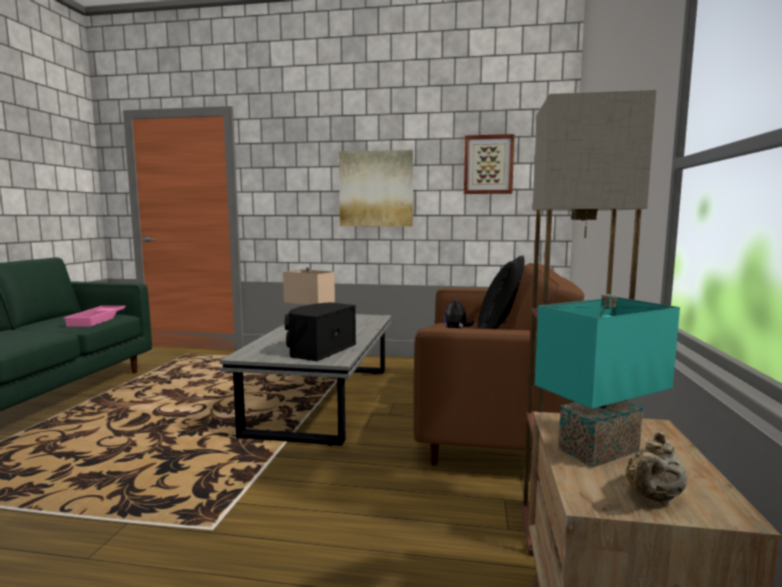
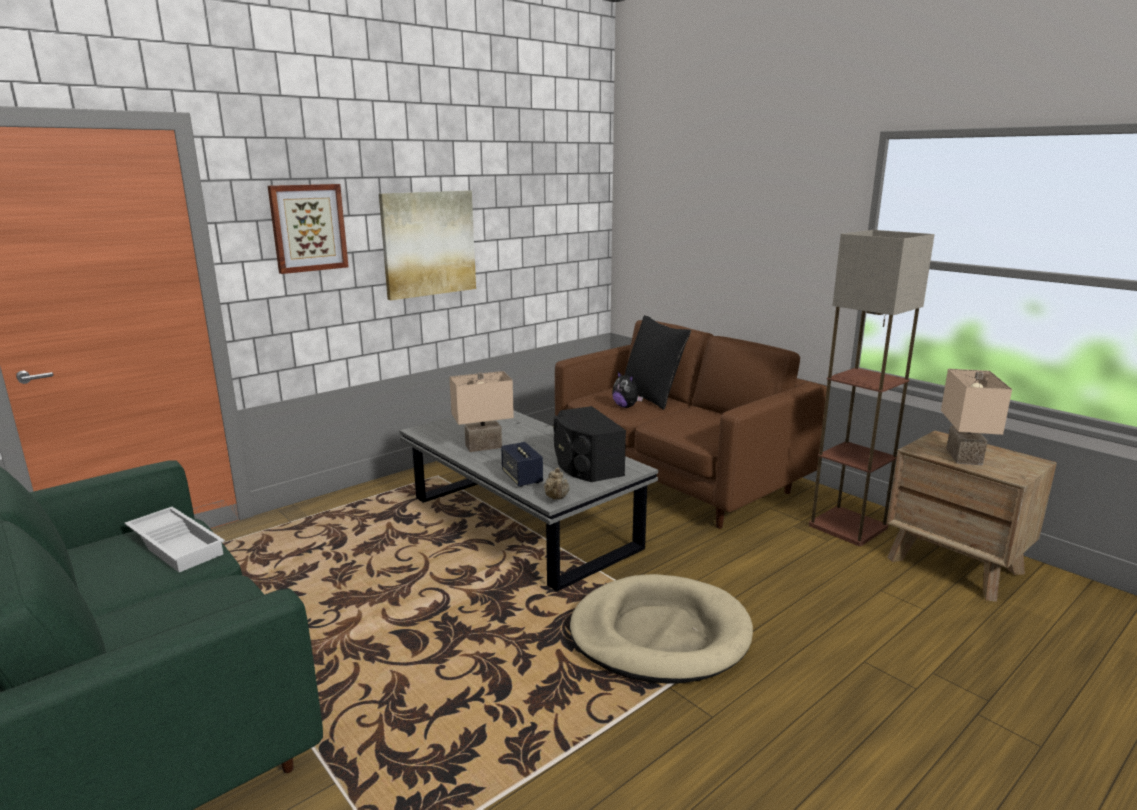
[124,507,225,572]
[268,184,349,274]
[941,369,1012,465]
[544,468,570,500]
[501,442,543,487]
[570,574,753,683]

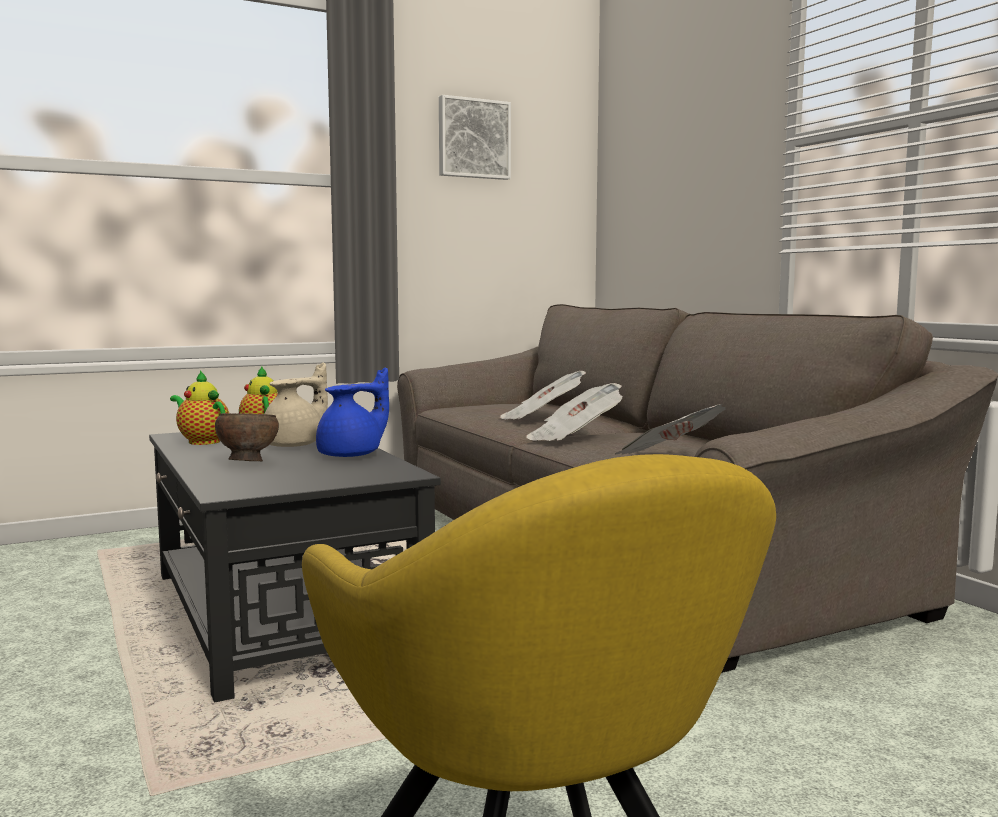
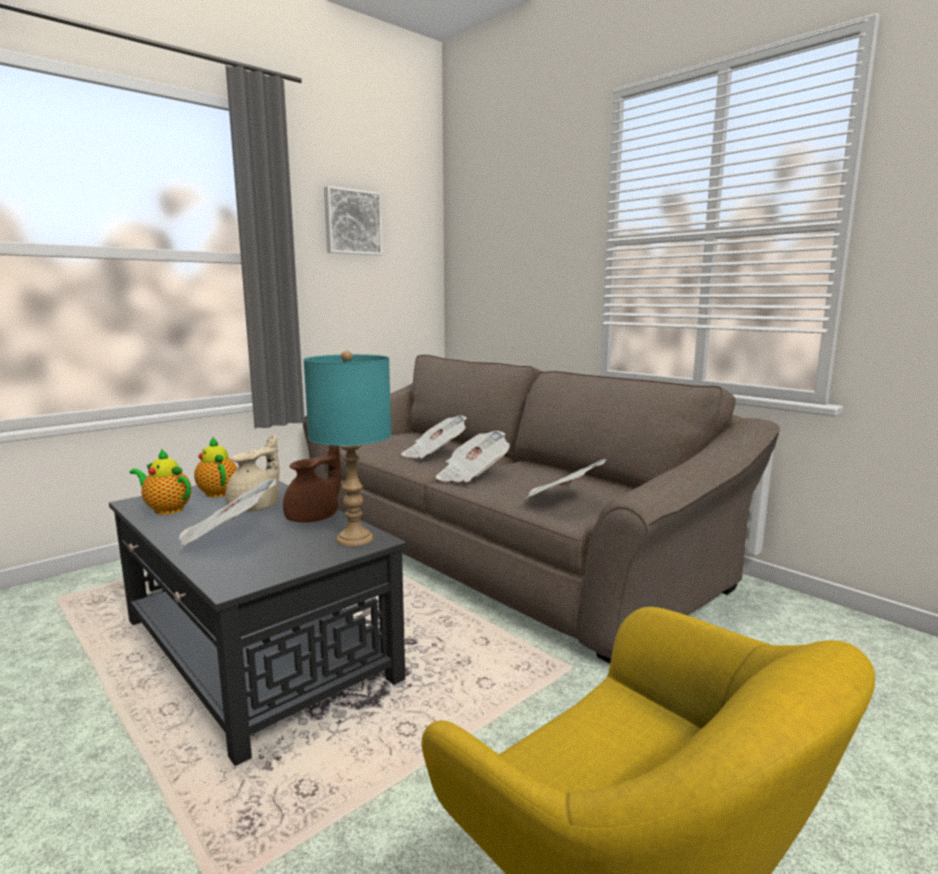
[179,479,276,548]
[283,445,341,522]
[303,350,391,546]

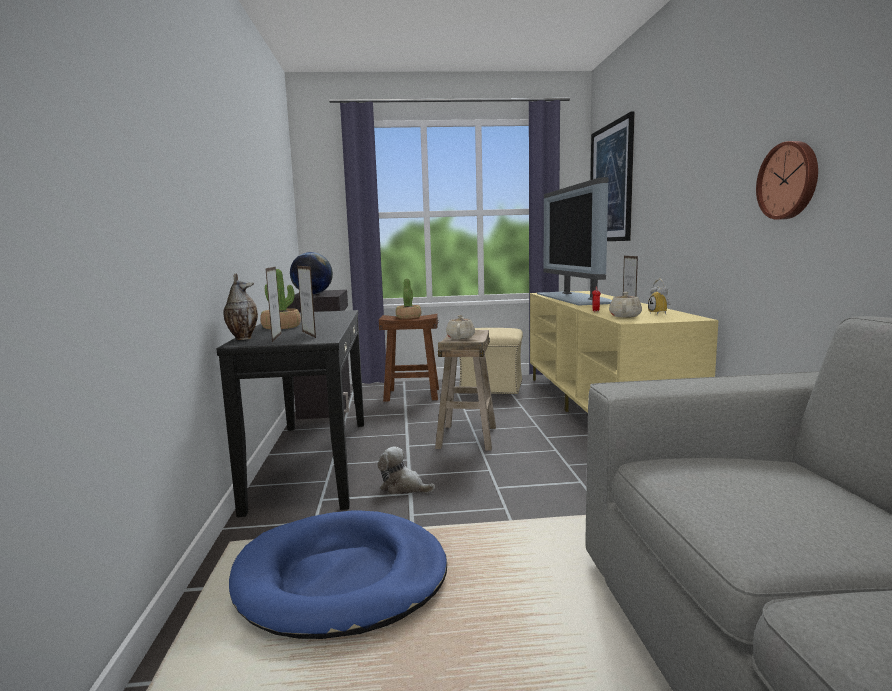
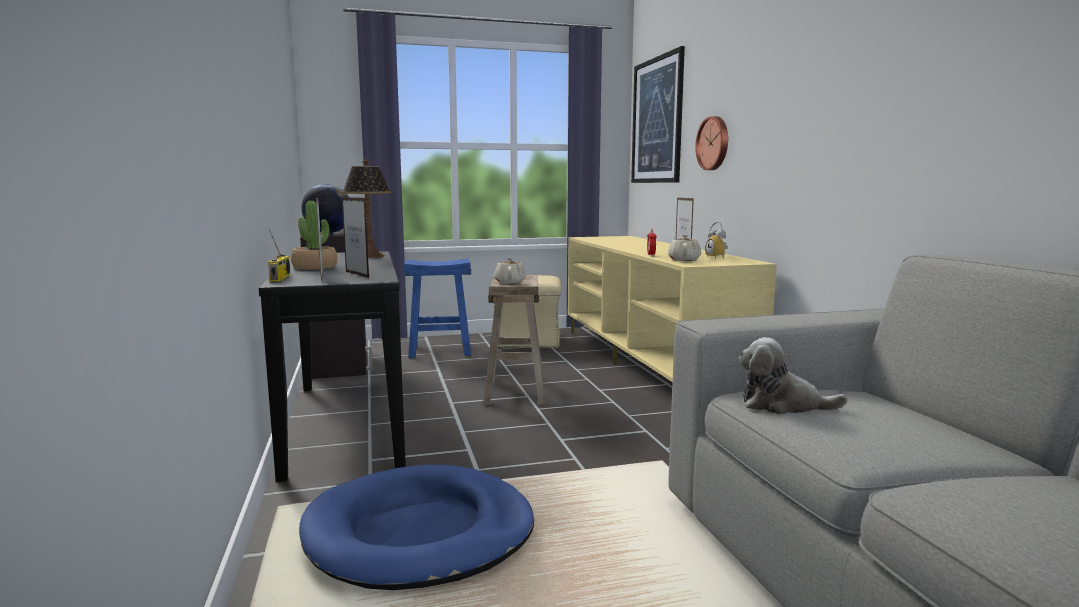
[268,229,290,282]
[739,337,848,414]
[403,258,472,358]
[396,279,421,319] (first image)
[537,177,612,305] (first image)
[695,116,728,170]
[341,159,391,258]

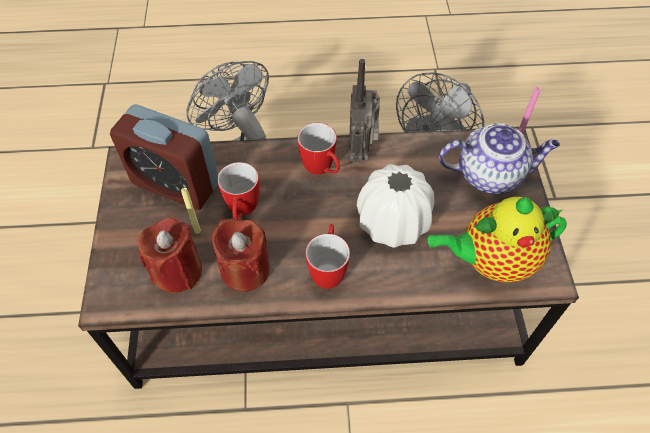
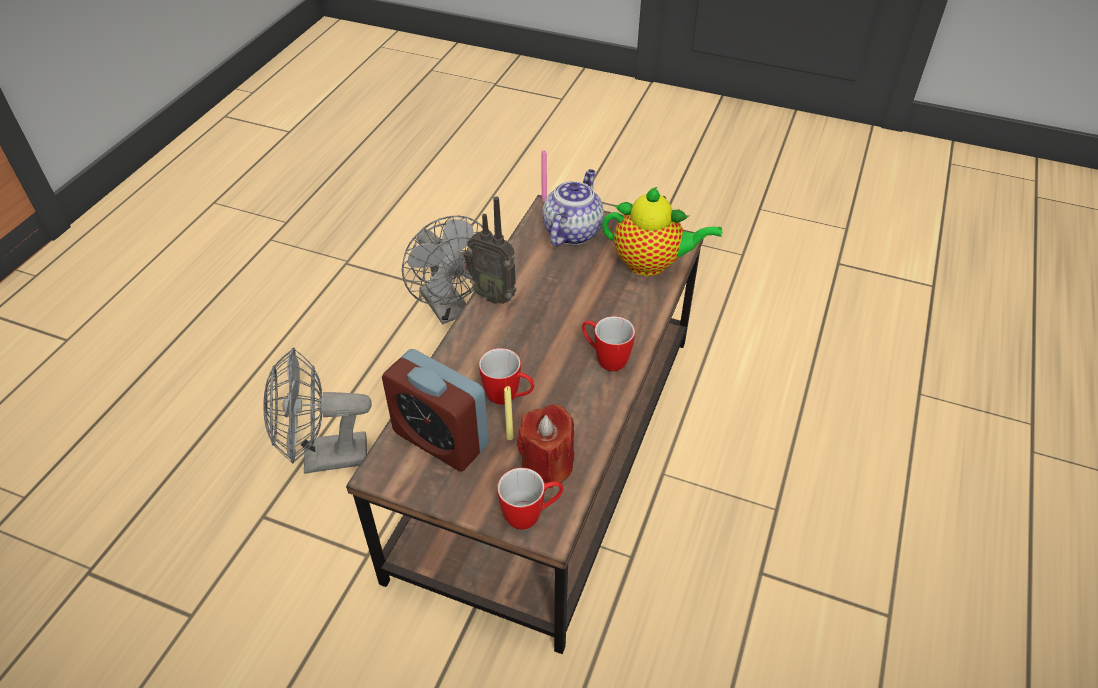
[382,349,489,472]
[211,218,270,292] (first image)
[497,468,563,530]
[357,164,434,248] (first image)
[602,187,722,276]

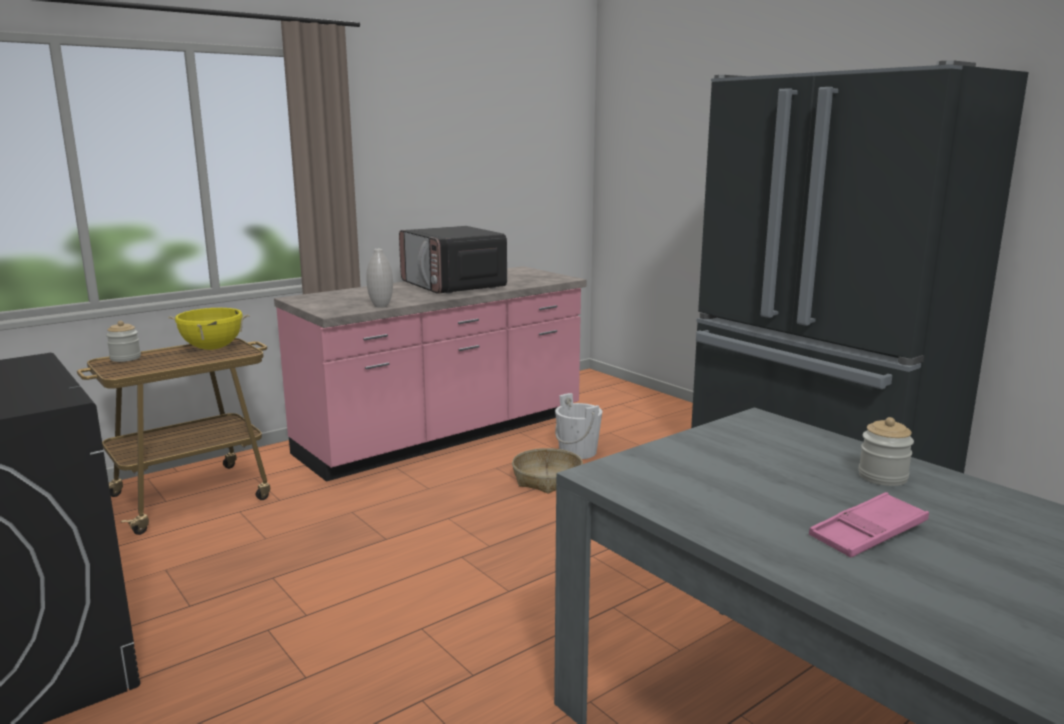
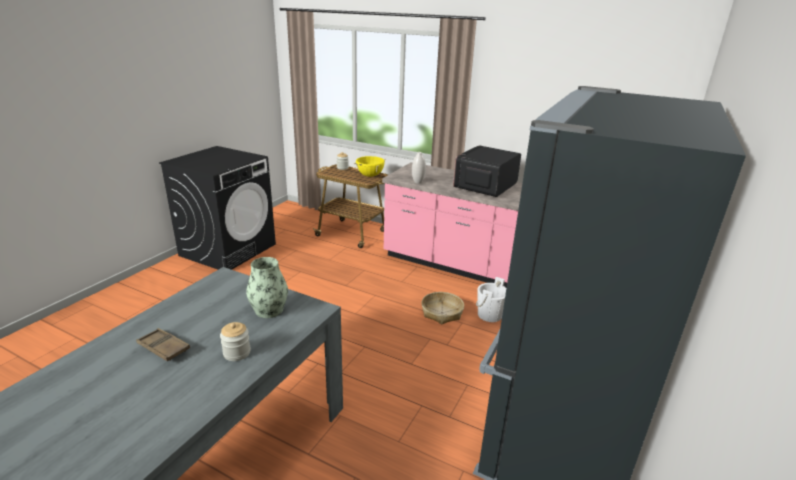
[136,328,190,361]
[246,257,288,318]

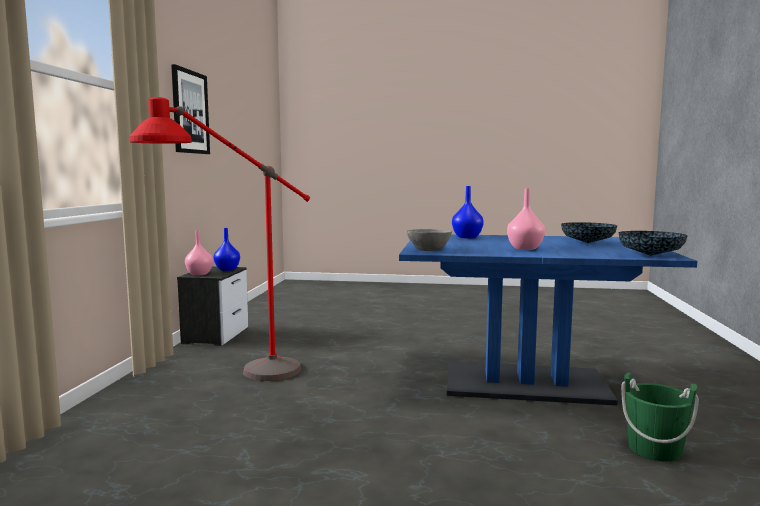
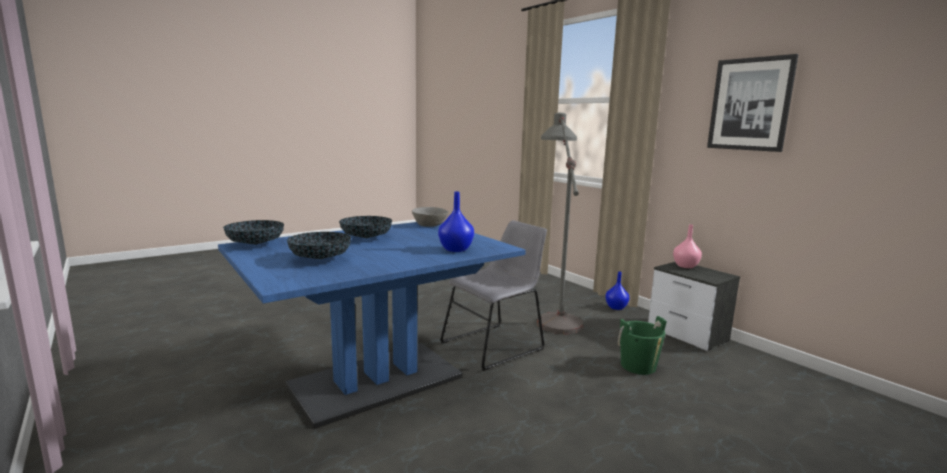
[537,113,583,334]
[605,271,629,310]
[339,216,392,238]
[618,316,667,375]
[440,220,547,371]

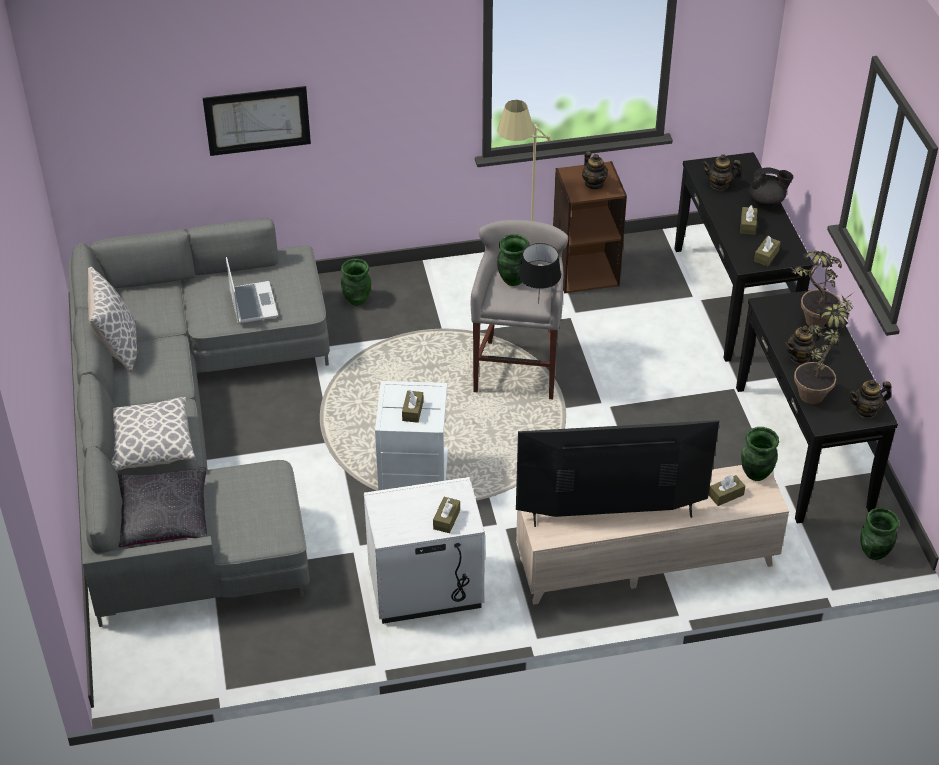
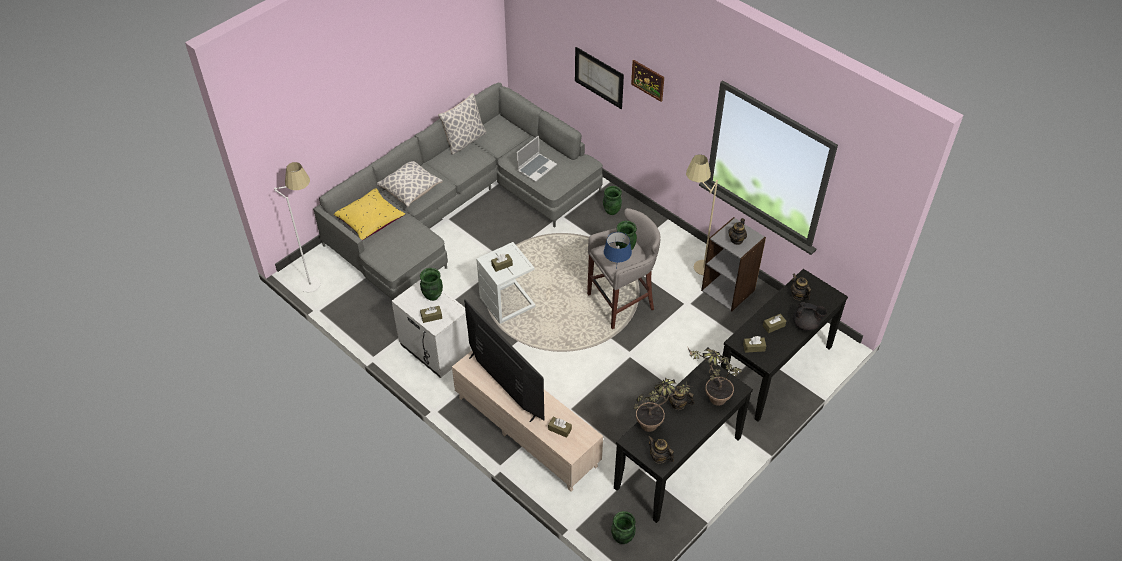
[334,188,405,240]
[604,232,632,263]
[701,217,766,311]
[420,268,443,301]
[793,302,827,331]
[274,162,321,292]
[631,60,664,102]

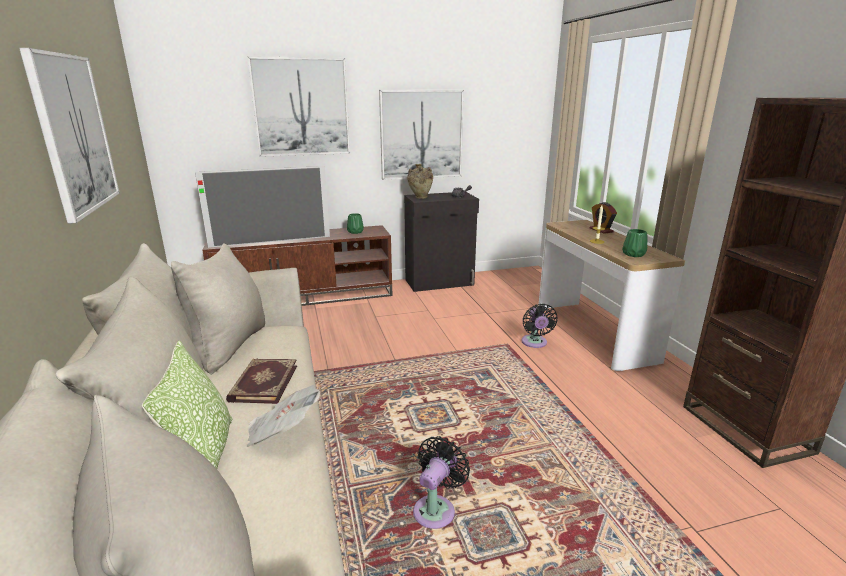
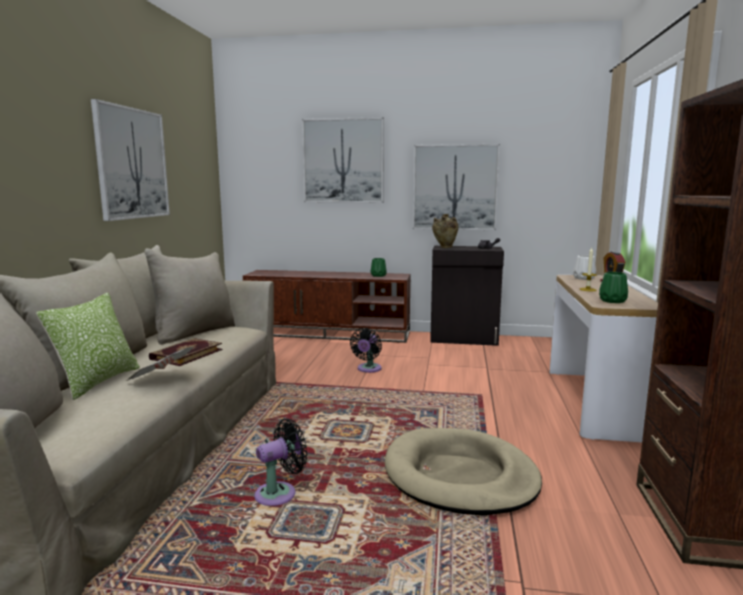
[195,166,330,248] (first image)
[350,328,382,373]
[385,428,542,515]
[573,255,596,280]

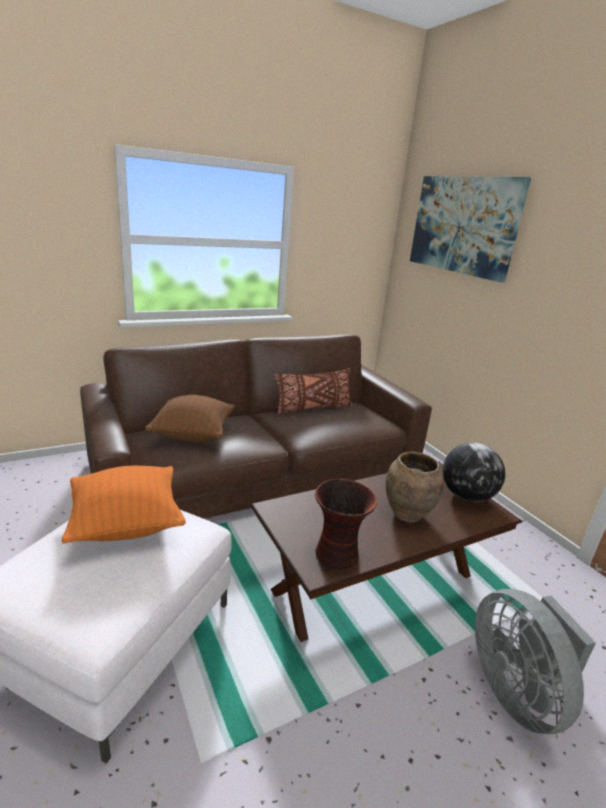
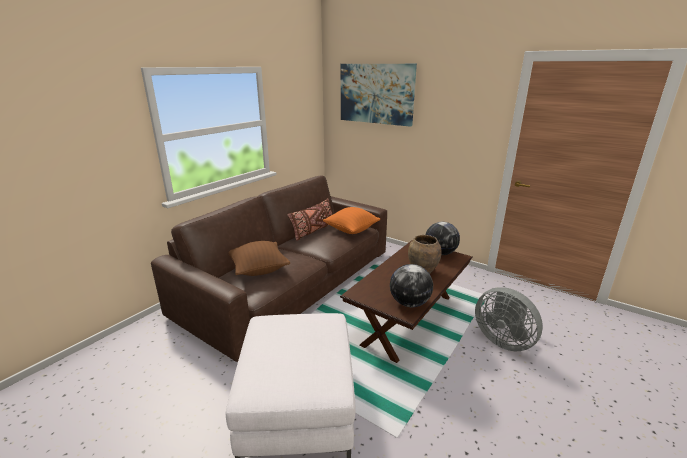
[323,207,380,234]
[390,264,433,307]

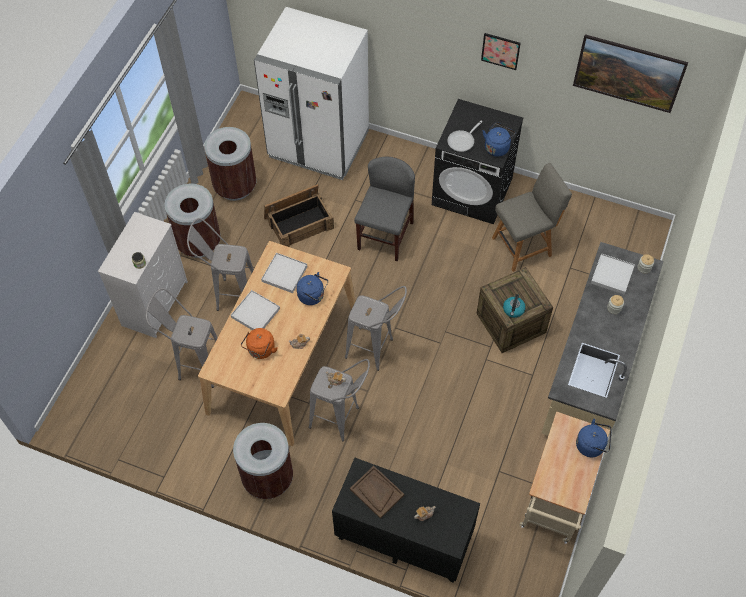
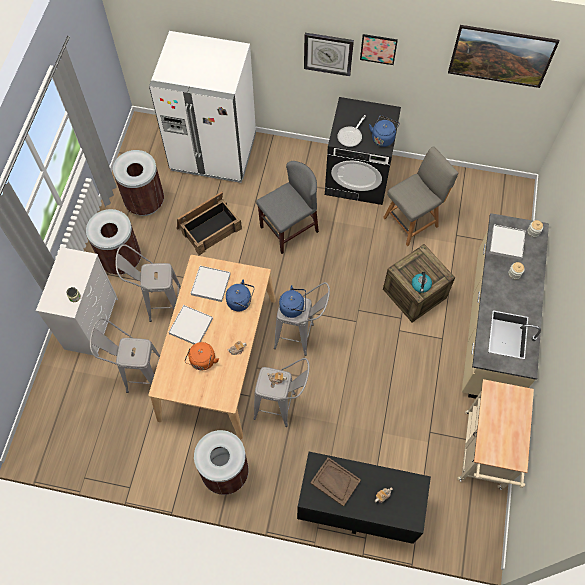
[256,161,319,254]
[279,285,306,318]
[304,33,354,76]

